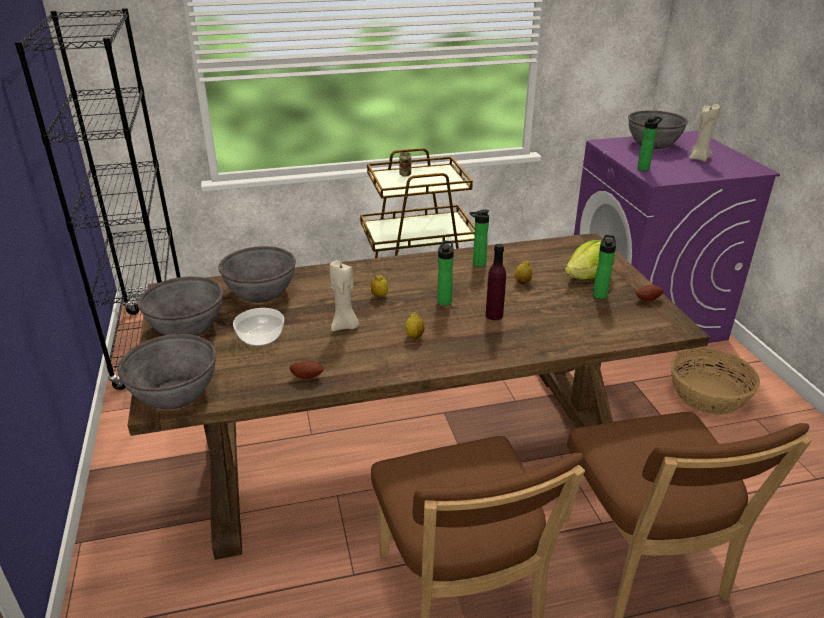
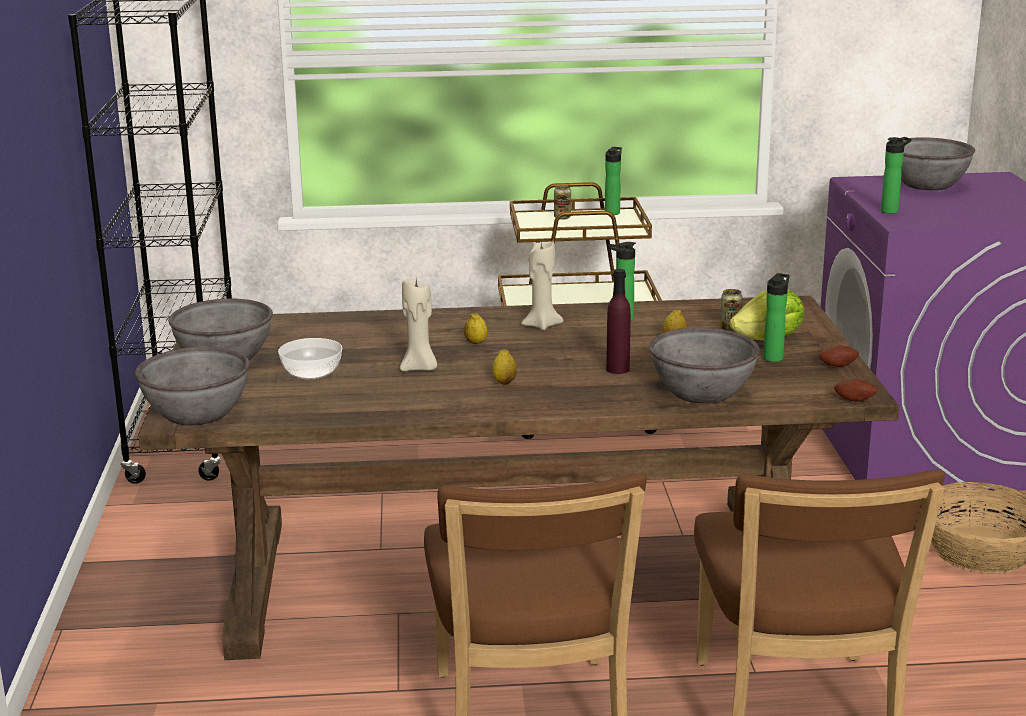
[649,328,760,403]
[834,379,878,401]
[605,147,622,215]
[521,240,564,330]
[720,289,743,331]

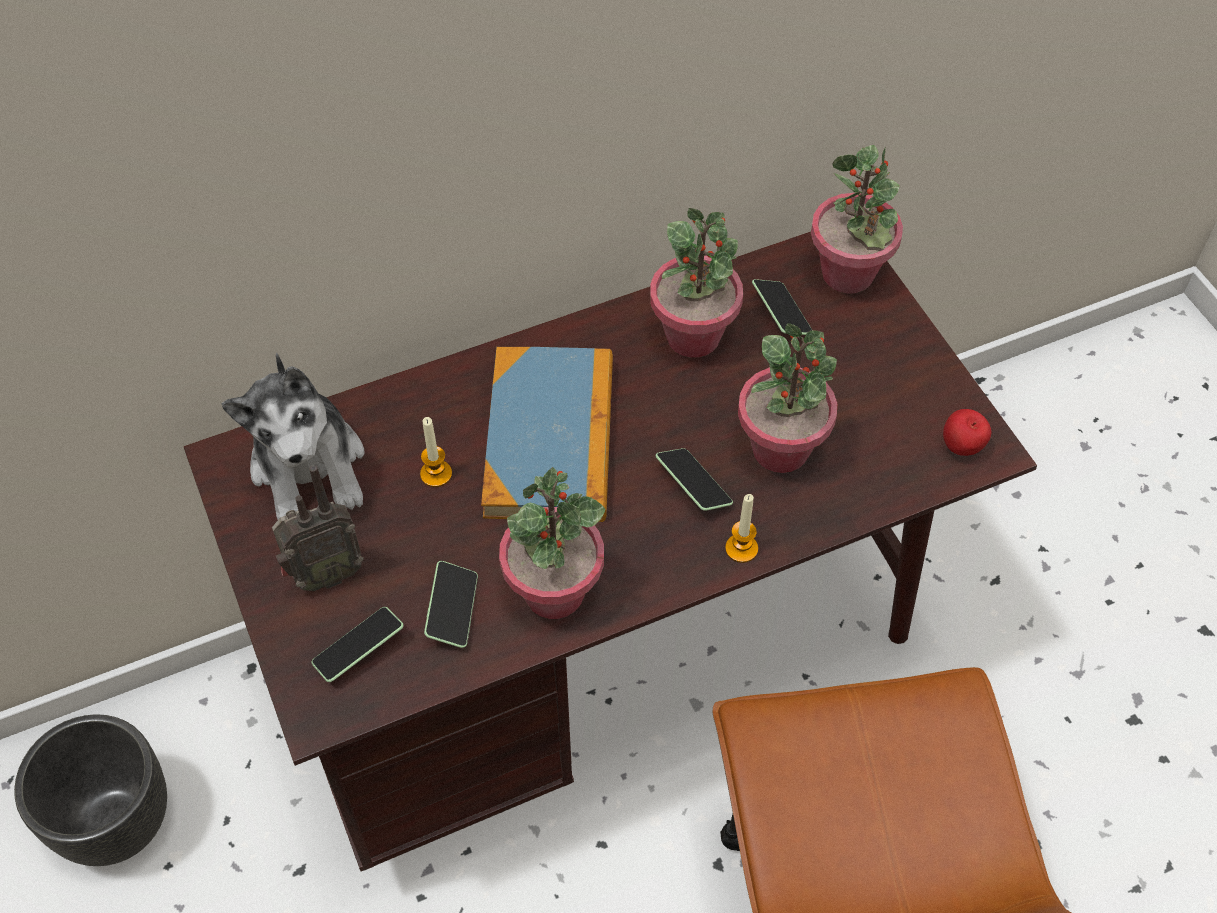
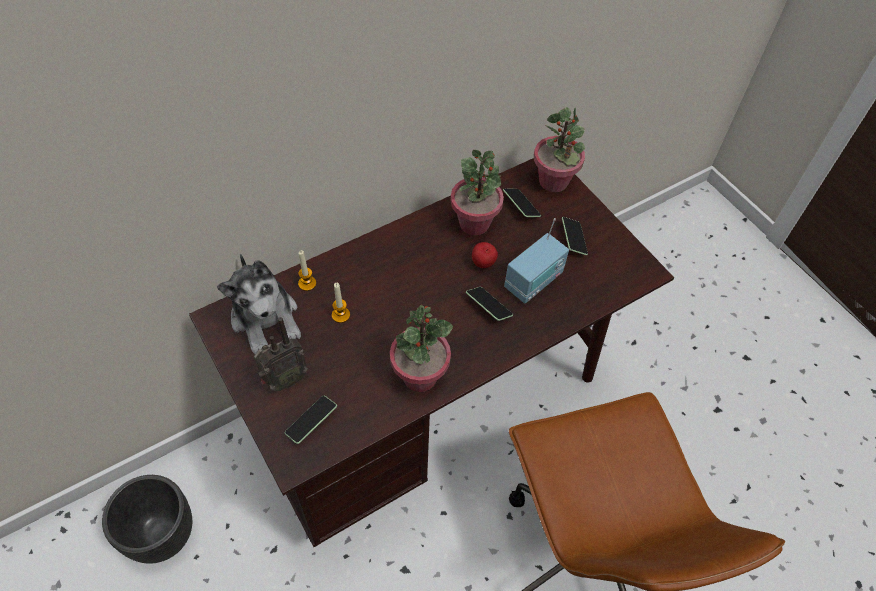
[562,217,588,255]
[481,347,613,522] (first image)
[298,250,316,291]
[504,218,569,304]
[472,242,498,268]

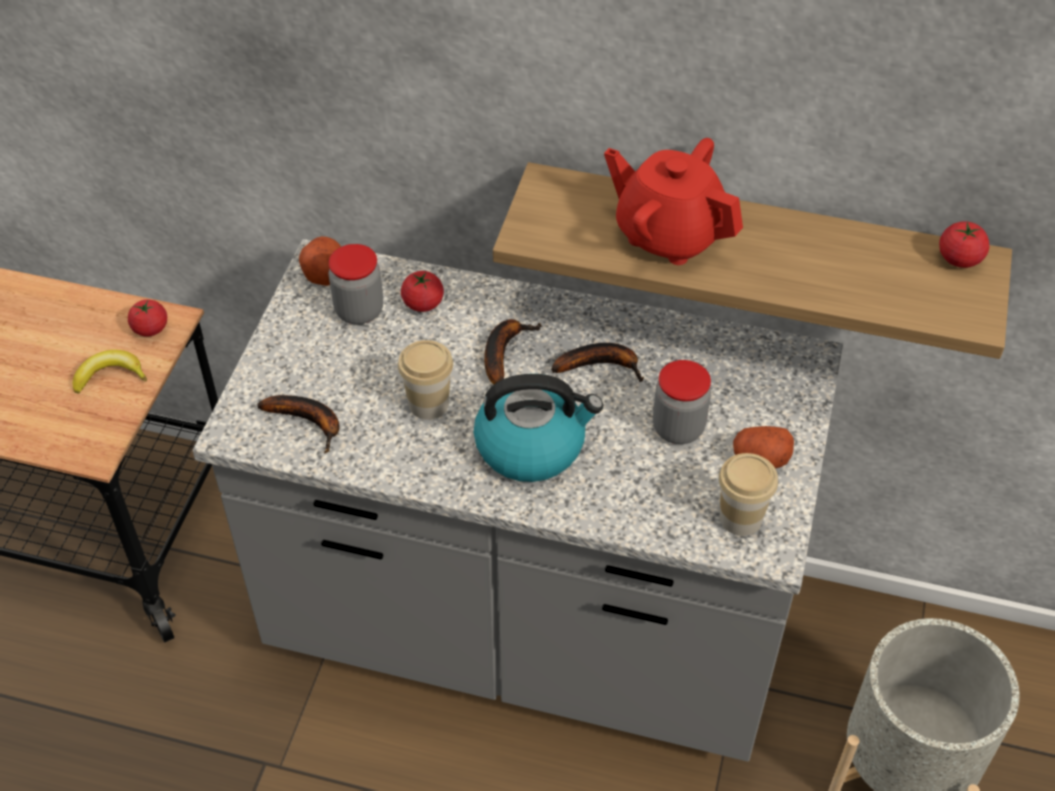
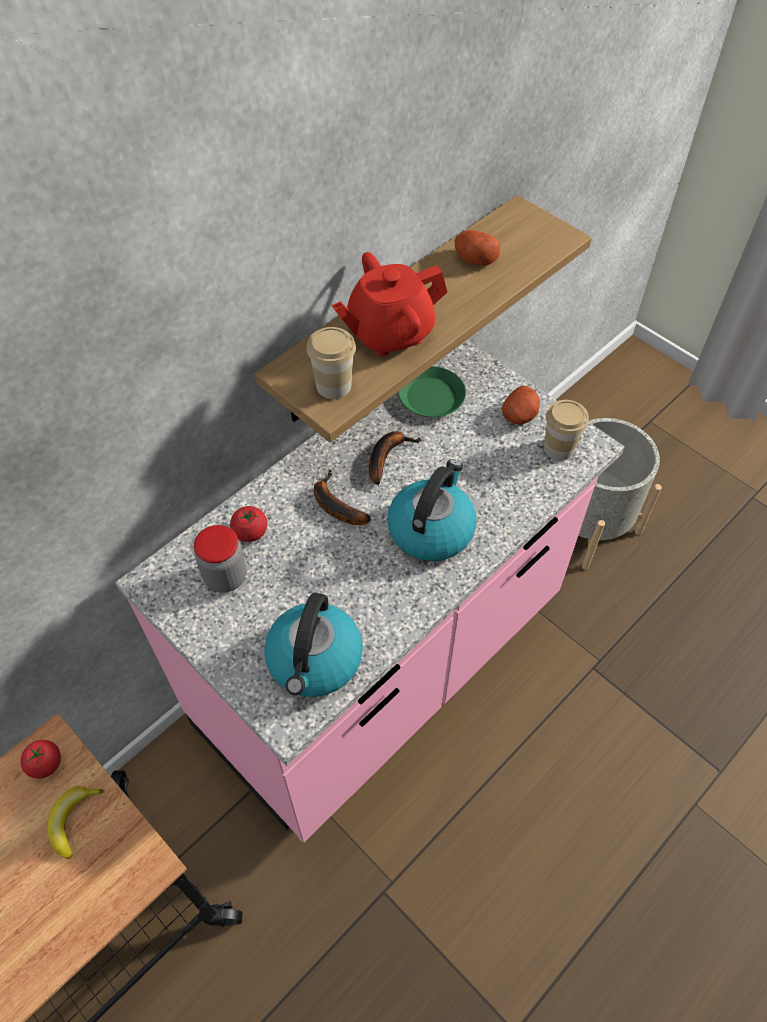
[116,340,624,843]
[264,593,363,697]
[455,230,500,266]
[307,327,356,399]
[653,360,711,444] (first image)
[939,221,989,268] (first image)
[398,366,466,417]

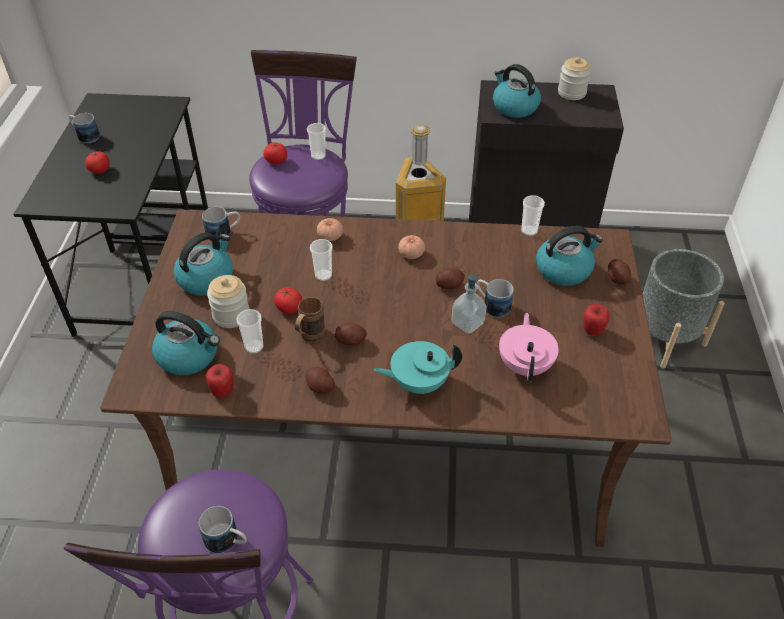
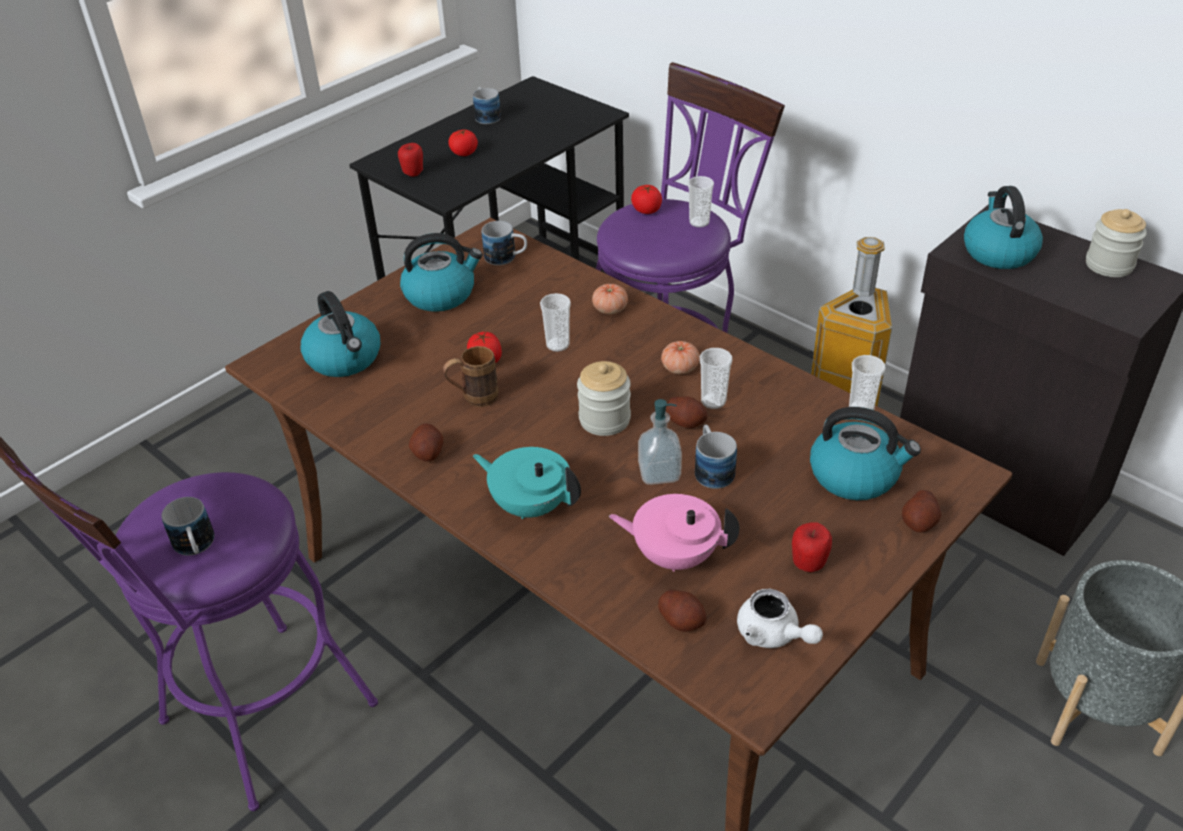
[398,143,423,177]
[577,361,631,436]
[700,348,732,409]
[658,590,706,632]
[609,494,740,572]
[737,589,823,648]

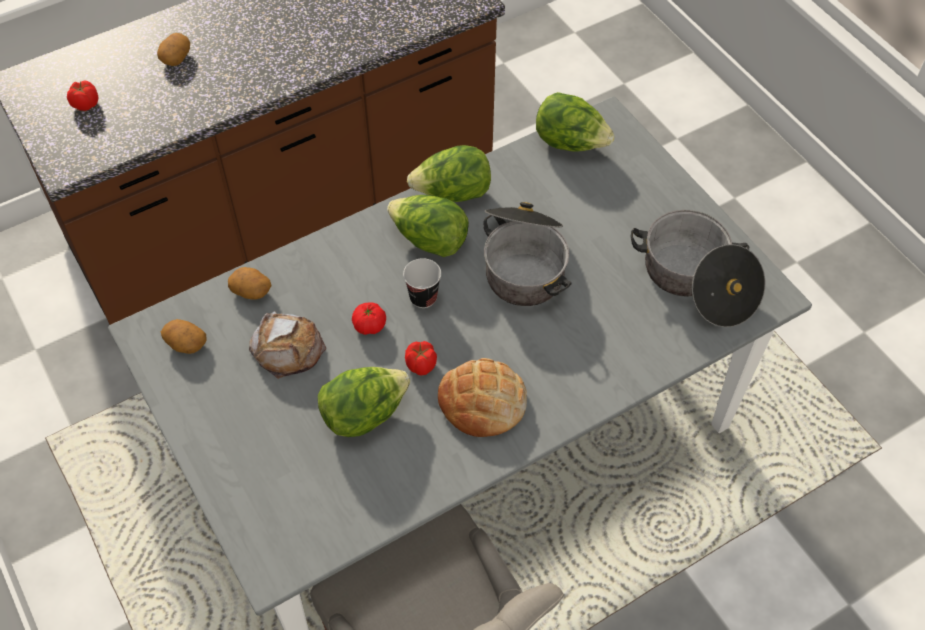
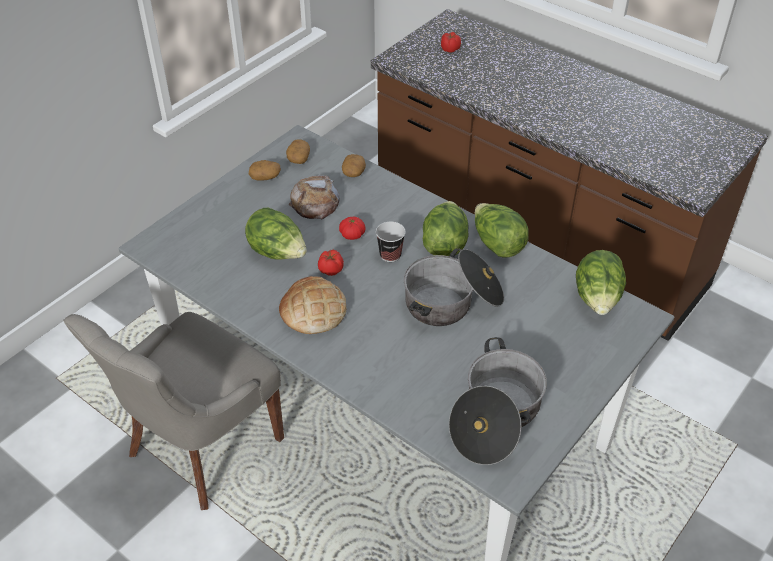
[249,160,281,181]

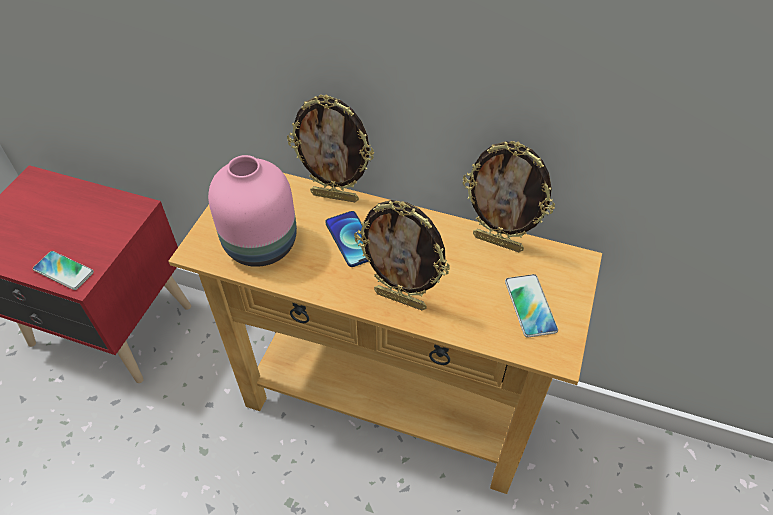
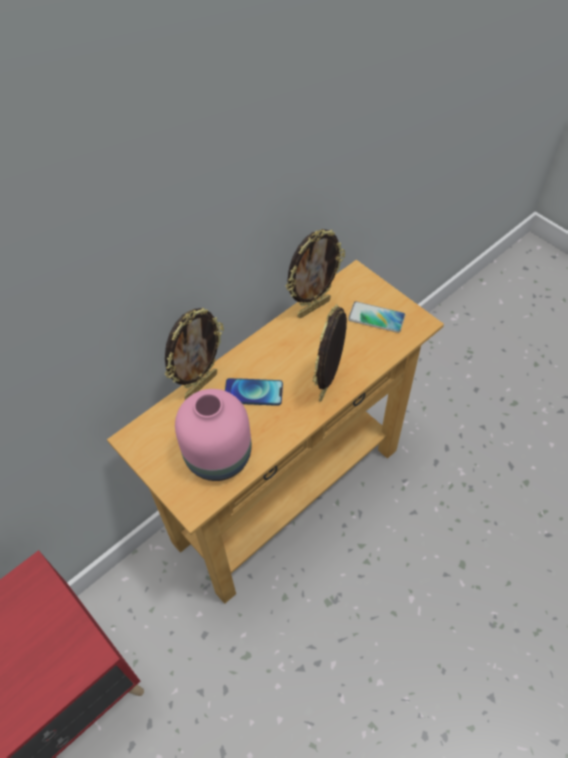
[33,251,94,290] (first image)
[313,304,347,402]

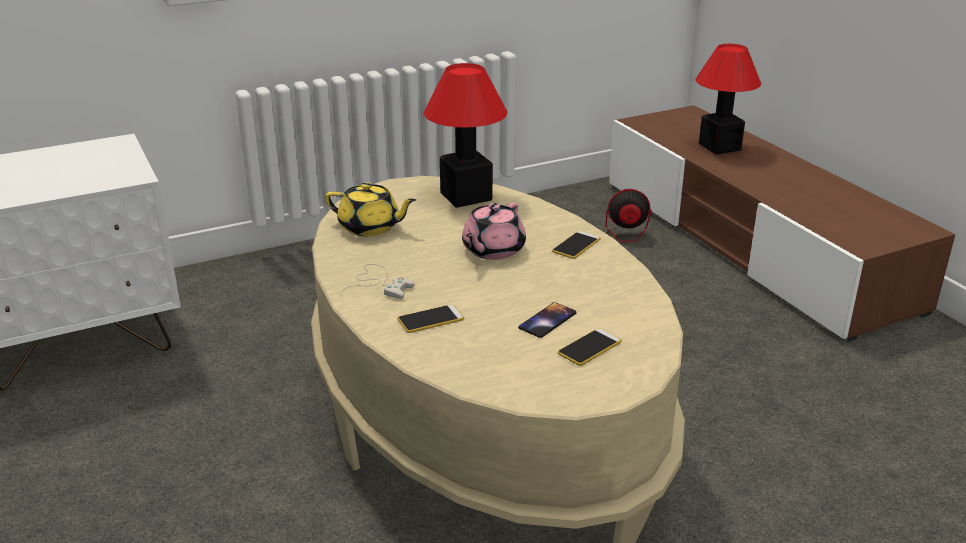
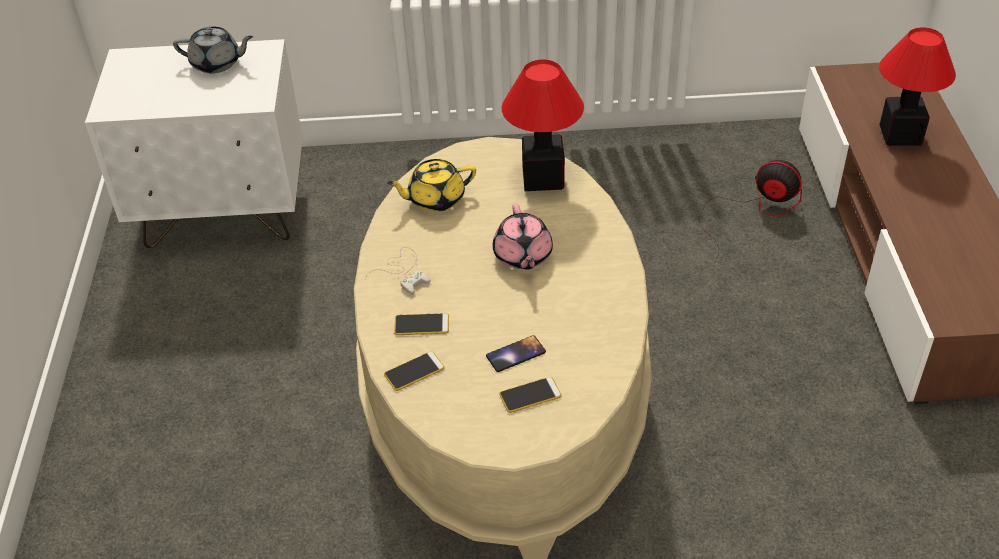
[387,159,476,212]
[493,204,553,270]
[384,351,445,391]
[173,27,253,73]

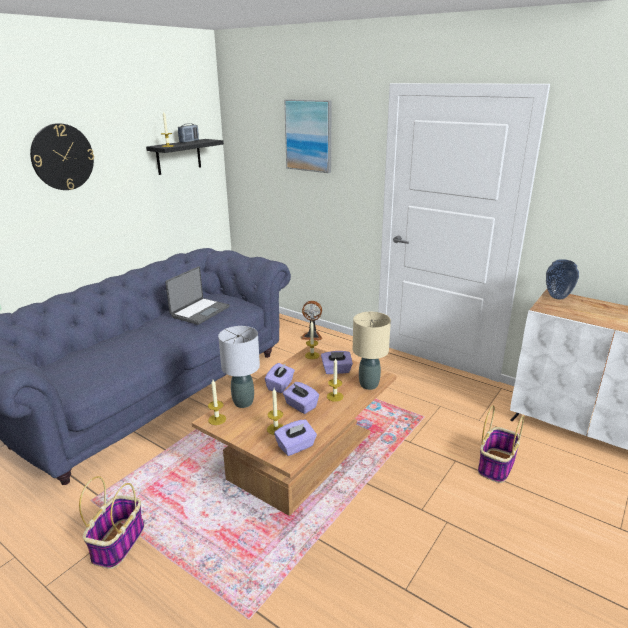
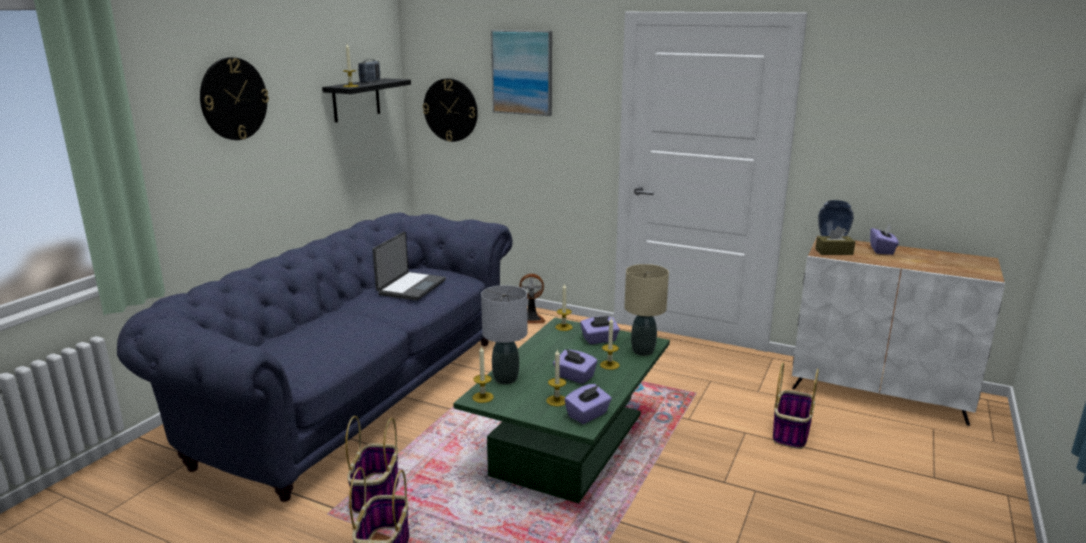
[453,318,670,504]
[870,225,899,255]
[345,416,399,513]
[423,78,478,142]
[815,226,855,255]

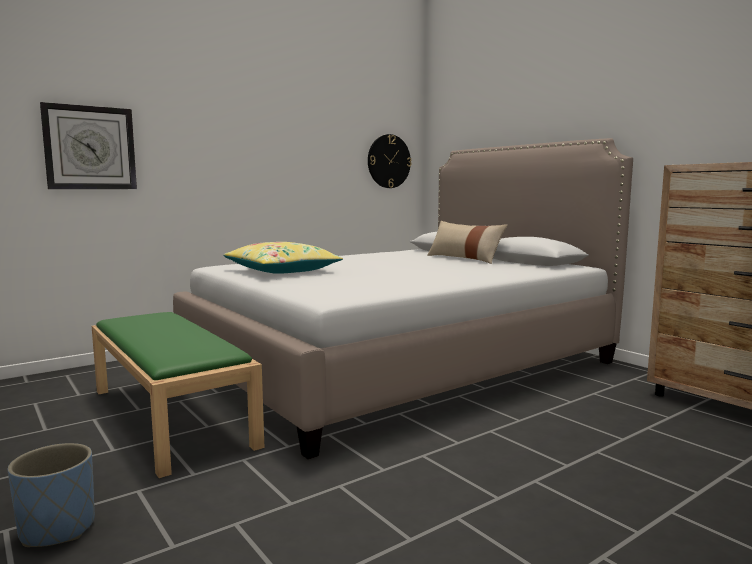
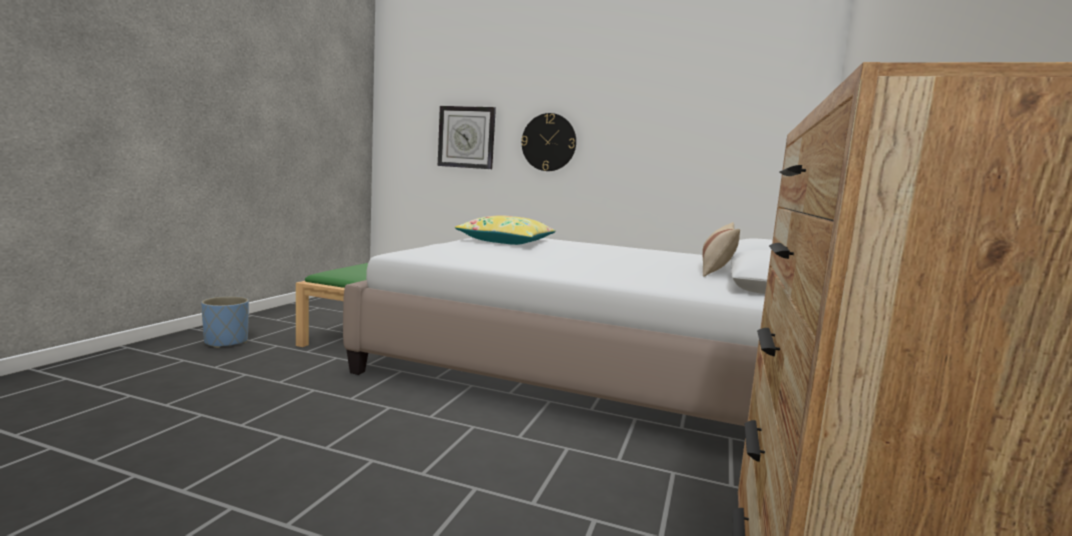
[521,113,576,171]

